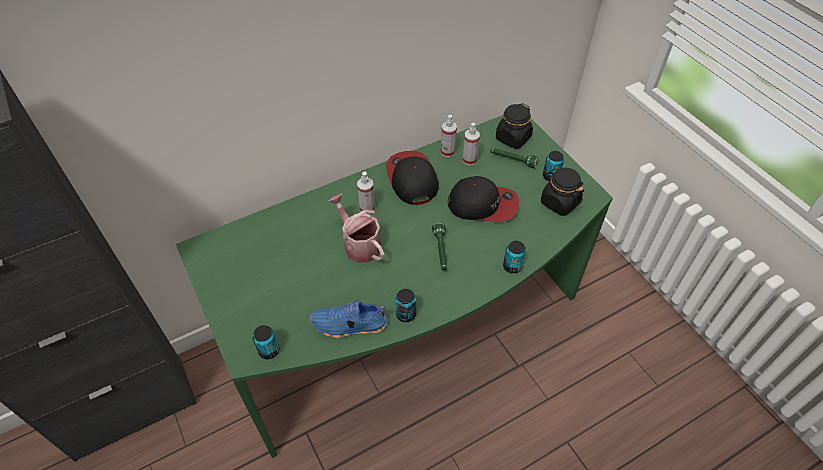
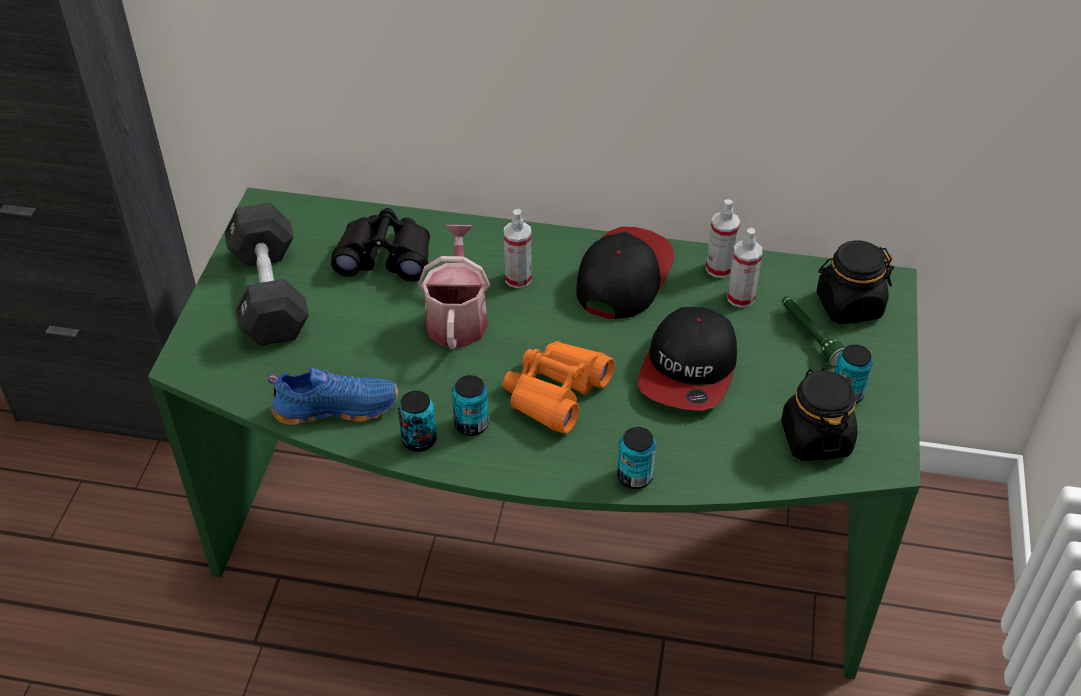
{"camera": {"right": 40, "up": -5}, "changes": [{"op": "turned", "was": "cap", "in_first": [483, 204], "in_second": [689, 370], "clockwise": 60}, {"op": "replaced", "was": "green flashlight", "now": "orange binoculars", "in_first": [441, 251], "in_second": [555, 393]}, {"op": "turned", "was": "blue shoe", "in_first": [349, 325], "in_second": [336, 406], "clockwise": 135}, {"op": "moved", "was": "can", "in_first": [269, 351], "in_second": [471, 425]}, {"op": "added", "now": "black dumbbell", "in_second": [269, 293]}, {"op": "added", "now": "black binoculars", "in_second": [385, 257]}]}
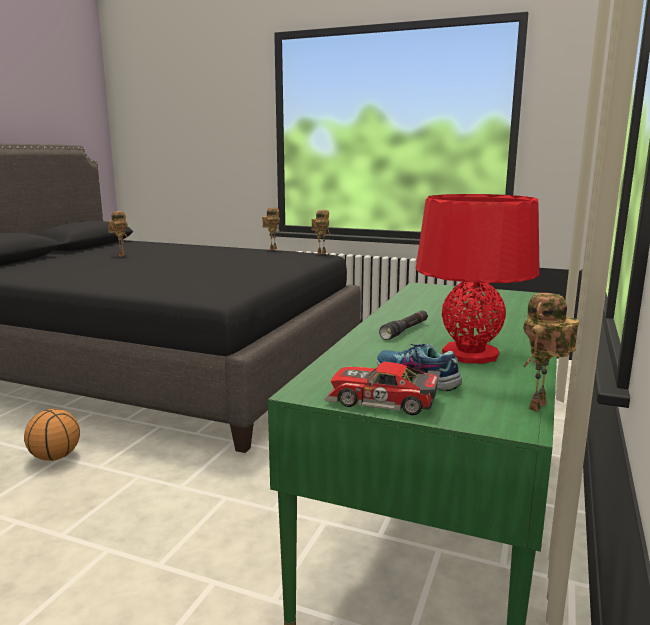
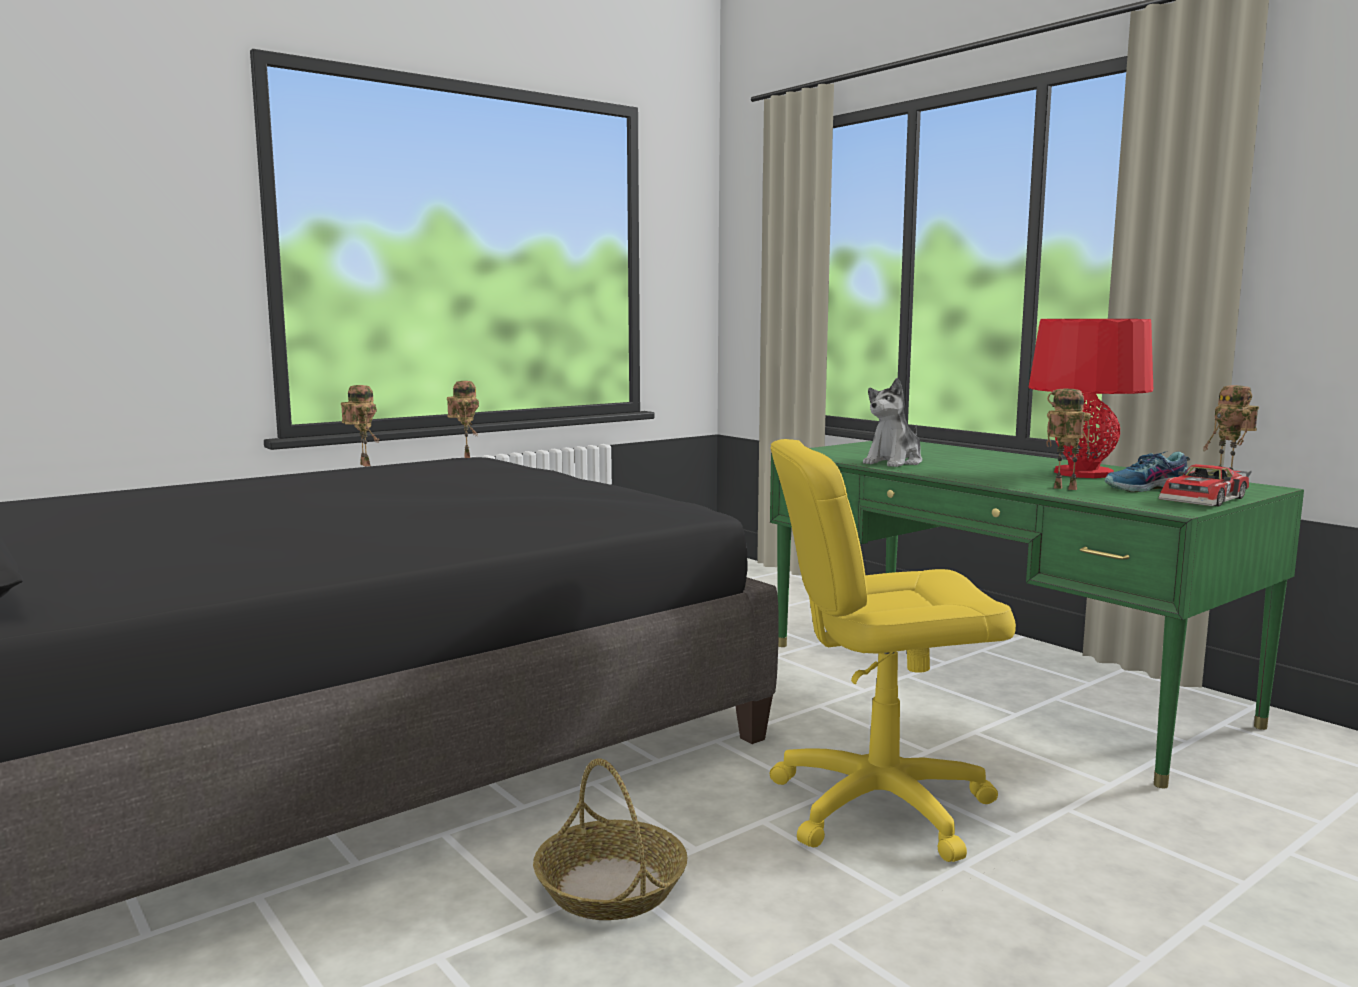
{"camera": {"right": -60, "up": -5}, "changes": [{"op": "moved", "was": "toy robot", "in_first": [121, 255], "in_second": [1062, 488]}, {"op": "removed", "was": "black flashlight", "in_first": [405, 330]}, {"op": "replaced", "was": "basketball", "now": "basket", "in_first": [55, 457], "in_second": [610, 887]}, {"op": "added", "now": "plush toy", "in_second": [894, 462]}, {"op": "added", "now": "yellow office chair", "in_second": [880, 805]}]}
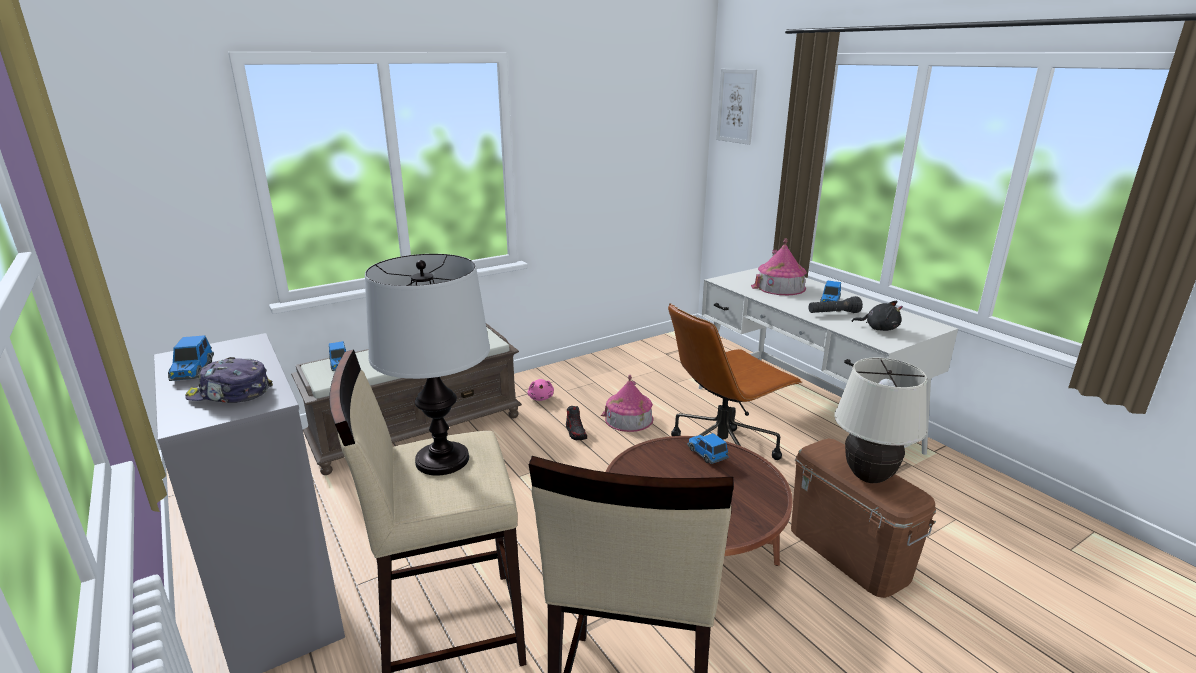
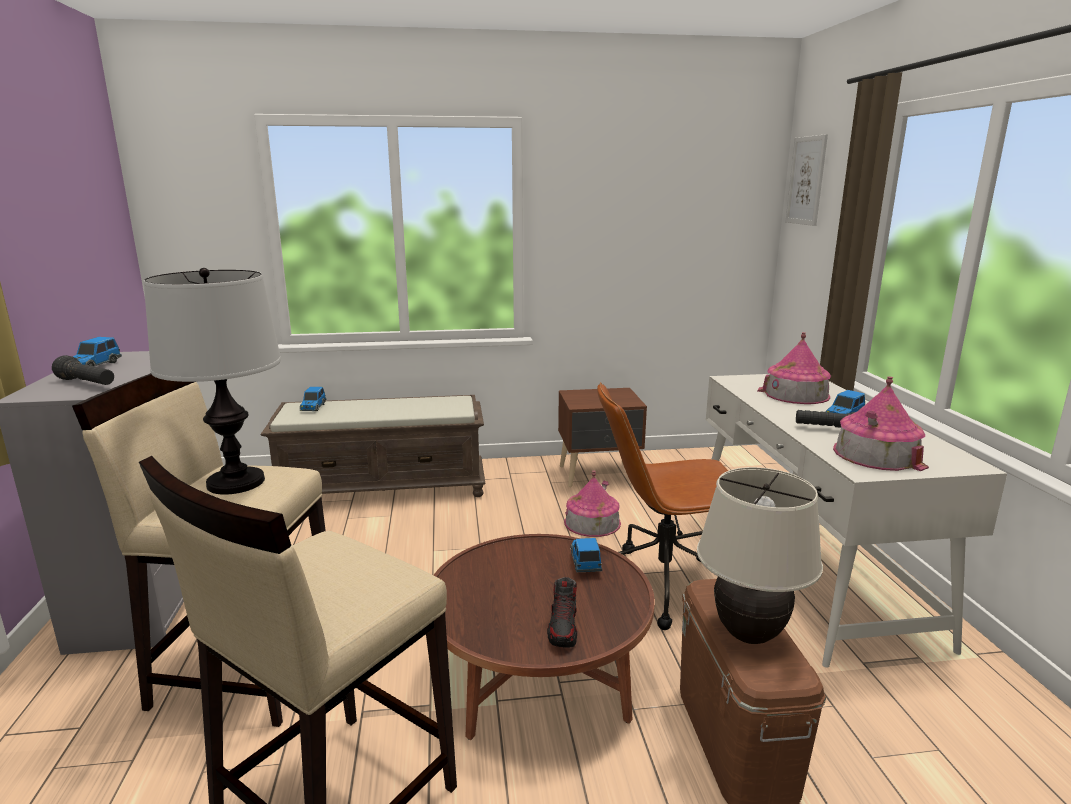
{"camera": {"right": 25, "up": -5}, "changes": [{"op": "replaced", "was": "black plush toy", "now": "toy house", "in_first": [879, 328], "in_second": [877, 454]}, {"op": "replaced", "was": "cap", "now": "black flashlight", "in_first": [230, 394], "in_second": [87, 383]}, {"op": "removed", "was": "pink plush toy", "in_first": [541, 398]}, {"op": "moved", "was": "shoe", "in_first": [576, 432], "in_second": [563, 628]}, {"op": "added", "now": "brown nightstand", "in_second": [599, 475]}]}
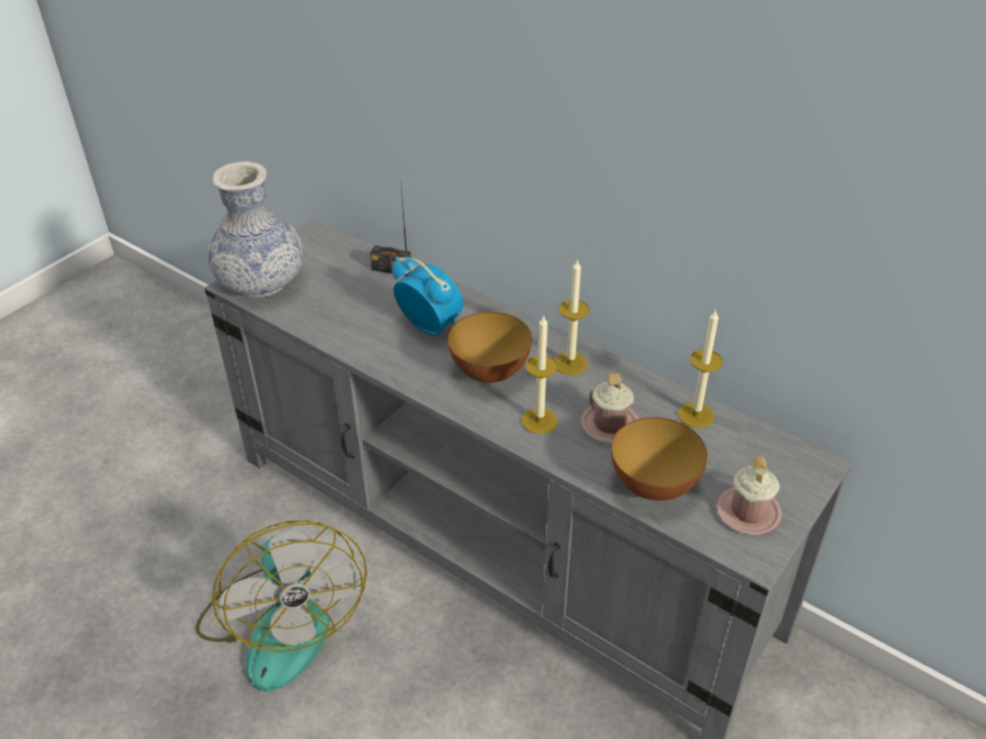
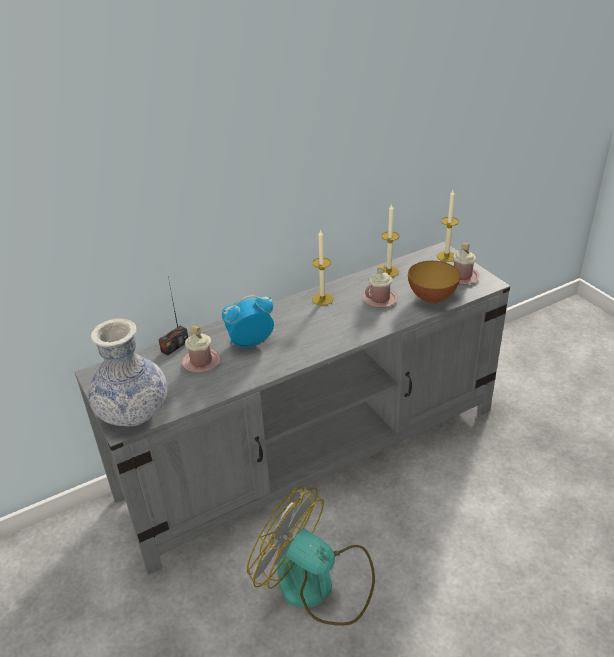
{"camera": {"right": -65, "up": -5}, "changes": [{"op": "removed", "was": "bowl", "in_first": [490, 373]}, {"op": "moved", "was": "candle", "in_first": [539, 421], "in_second": [446, 256]}, {"op": "turned", "was": "fan", "in_first": [282, 623], "in_second": [317, 584], "clockwise": -150}, {"op": "added", "now": "pink mug", "in_second": [201, 362]}]}
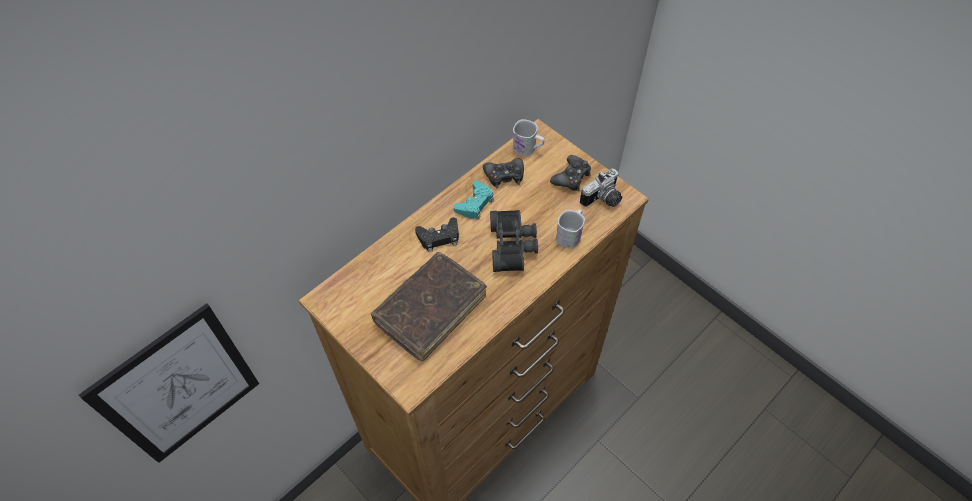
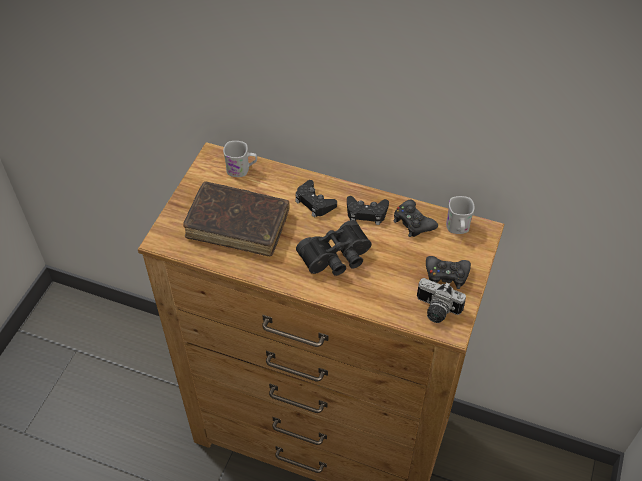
{"camera": {"right": 65, "up": -5}, "changes": [{"op": "recoloured", "was": "turquoise game controller", "now": "black game controller", "in_first": [475, 204], "in_second": [366, 213]}, {"op": "moved", "was": "white mug", "in_first": [570, 235], "in_second": [242, 169]}, {"op": "removed", "was": "picture", "in_first": [180, 387]}]}
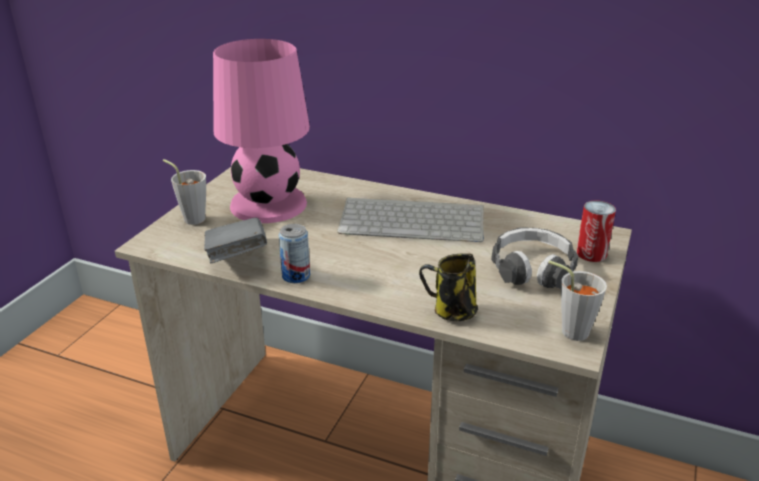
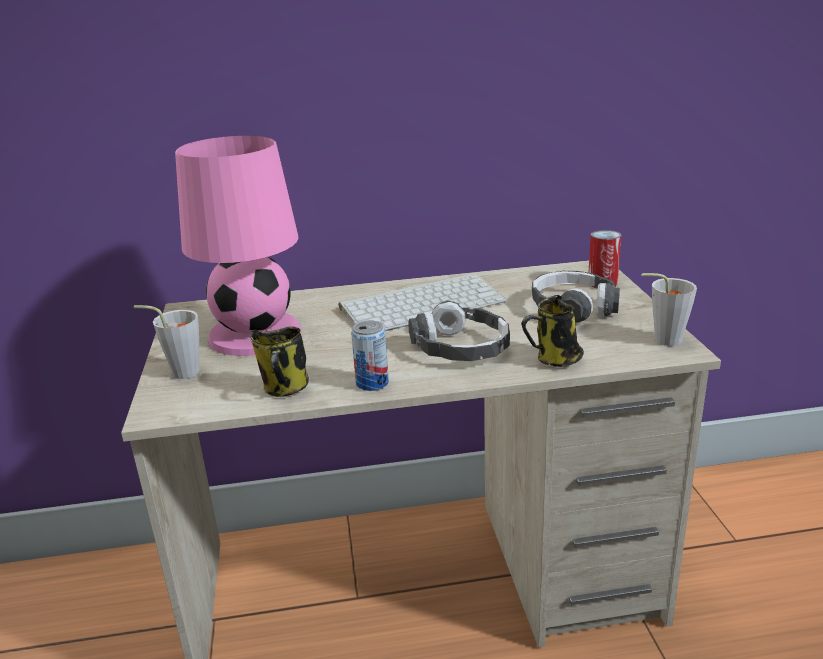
{"camera": {"right": -30, "up": -5}, "changes": [{"op": "replaced", "was": "grey book", "now": "mug", "in_first": [237, 257], "in_second": [285, 389]}, {"op": "added", "now": "headphones", "in_second": [461, 348]}]}
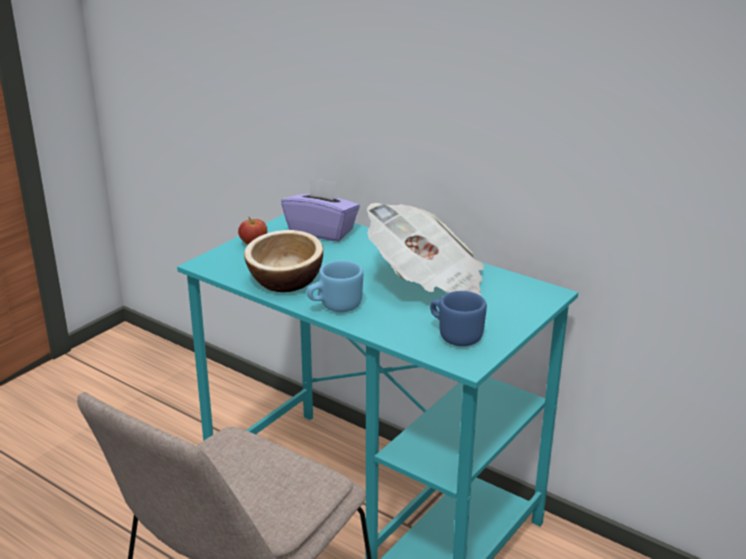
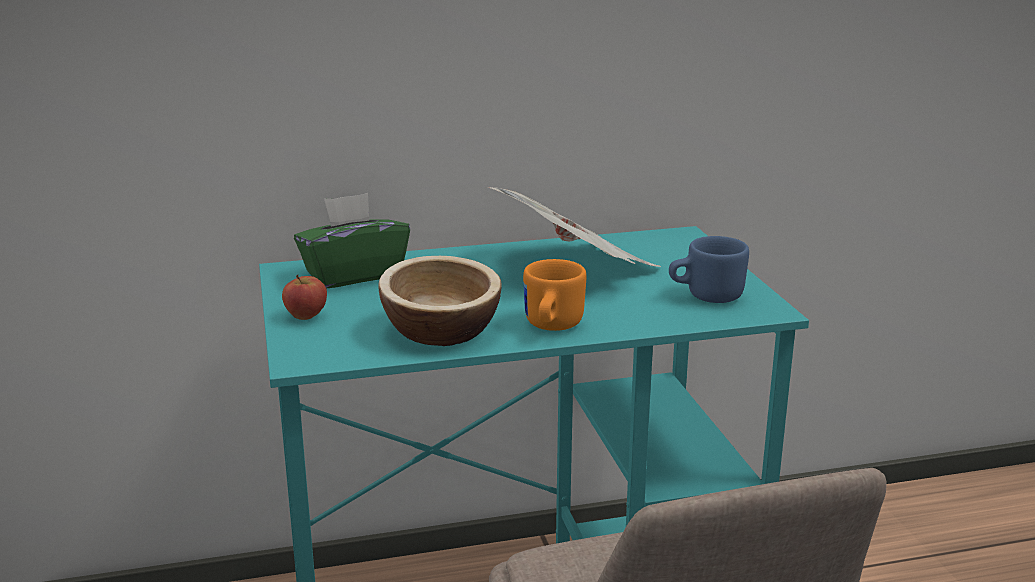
{"camera": {"right": -50, "up": -5}, "changes": [{"op": "recoloured", "was": "purple tissue box", "now": "green tissue box", "in_first": [321, 231], "in_second": [353, 274]}, {"op": "recoloured", "was": "blue mug", "now": "orange mug", "in_first": [334, 306], "in_second": [550, 327]}]}
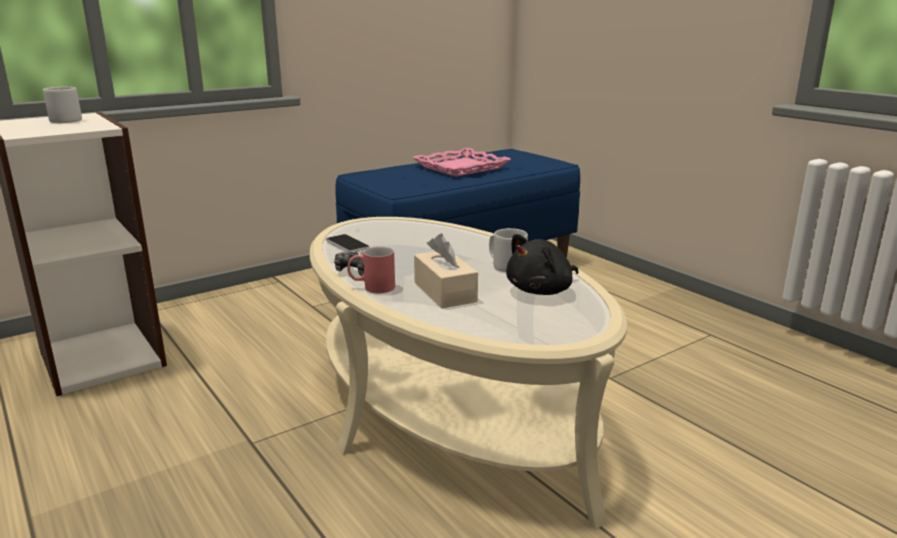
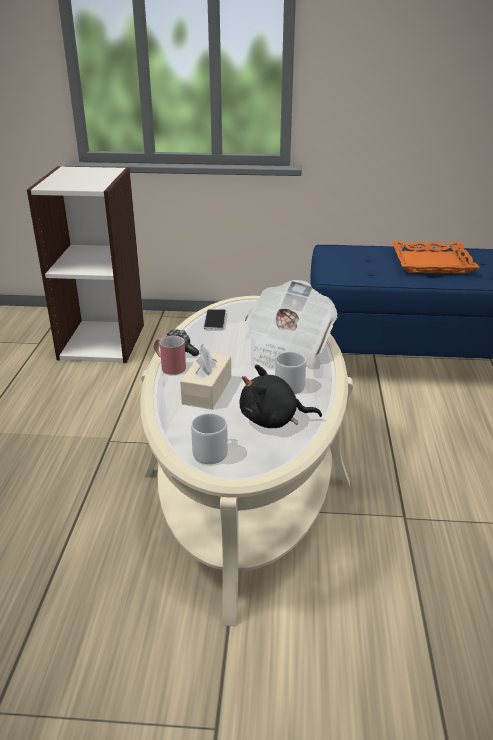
{"camera": {"right": 40, "up": 10}, "changes": [{"op": "moved", "was": "grey mug", "in_first": [66, 120], "in_second": [212, 451]}, {"op": "recoloured", "was": "pink tray", "now": "orange tray", "in_first": [461, 168], "in_second": [431, 263]}, {"op": "added", "now": "newspaper", "in_second": [286, 348]}]}
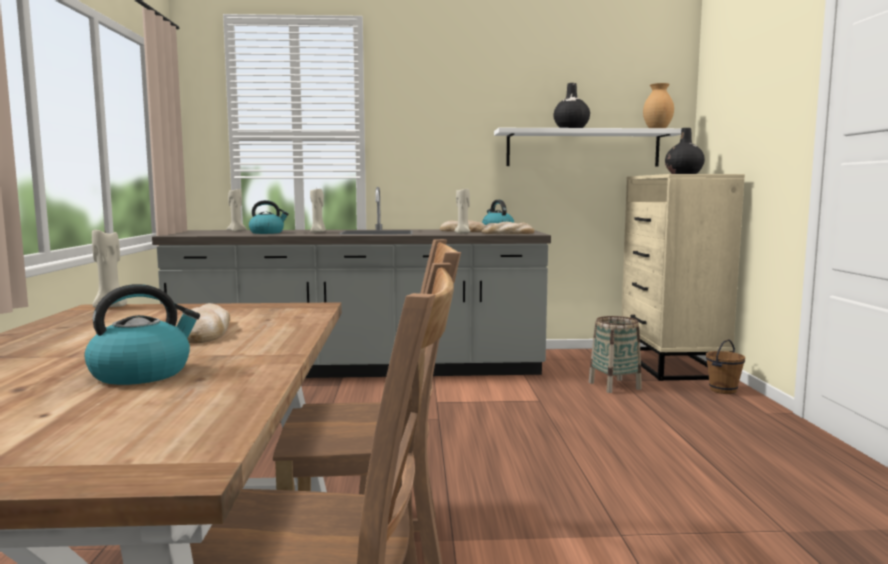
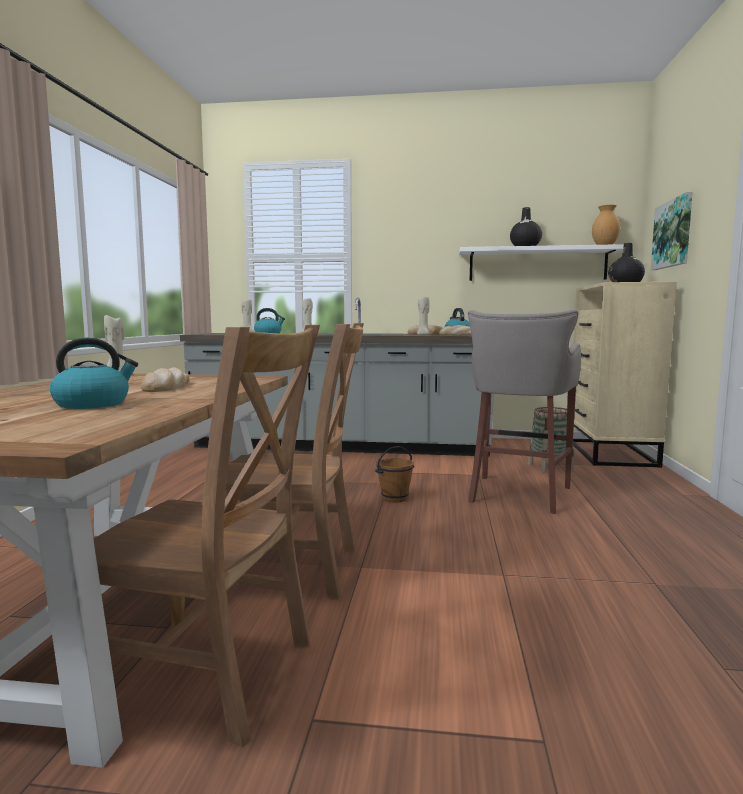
{"camera": {"right": 10, "up": 0}, "changes": [{"op": "moved", "was": "brown bucket", "in_first": [723, 390], "in_second": [395, 498]}, {"op": "added", "now": "picture", "in_second": [673, 233]}, {"op": "added", "now": "grey stool", "in_second": [517, 495]}]}
